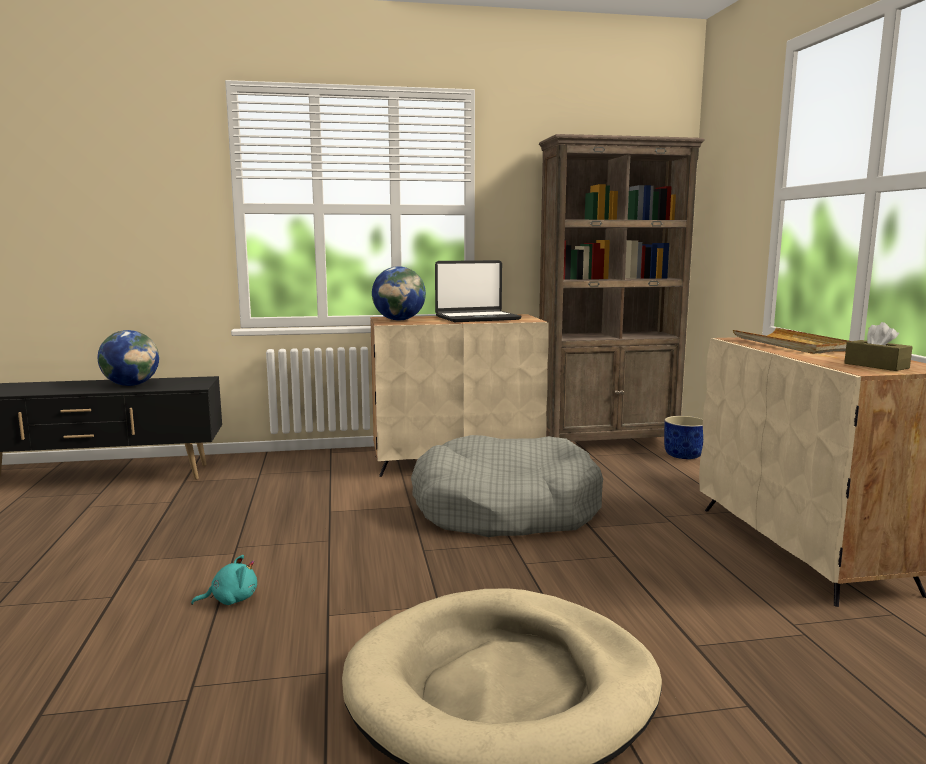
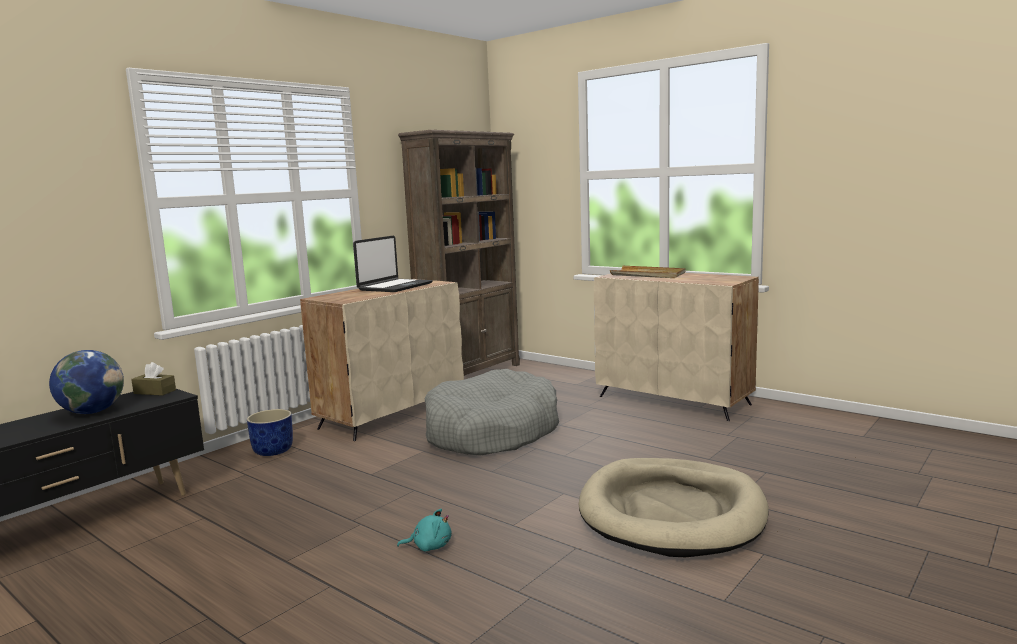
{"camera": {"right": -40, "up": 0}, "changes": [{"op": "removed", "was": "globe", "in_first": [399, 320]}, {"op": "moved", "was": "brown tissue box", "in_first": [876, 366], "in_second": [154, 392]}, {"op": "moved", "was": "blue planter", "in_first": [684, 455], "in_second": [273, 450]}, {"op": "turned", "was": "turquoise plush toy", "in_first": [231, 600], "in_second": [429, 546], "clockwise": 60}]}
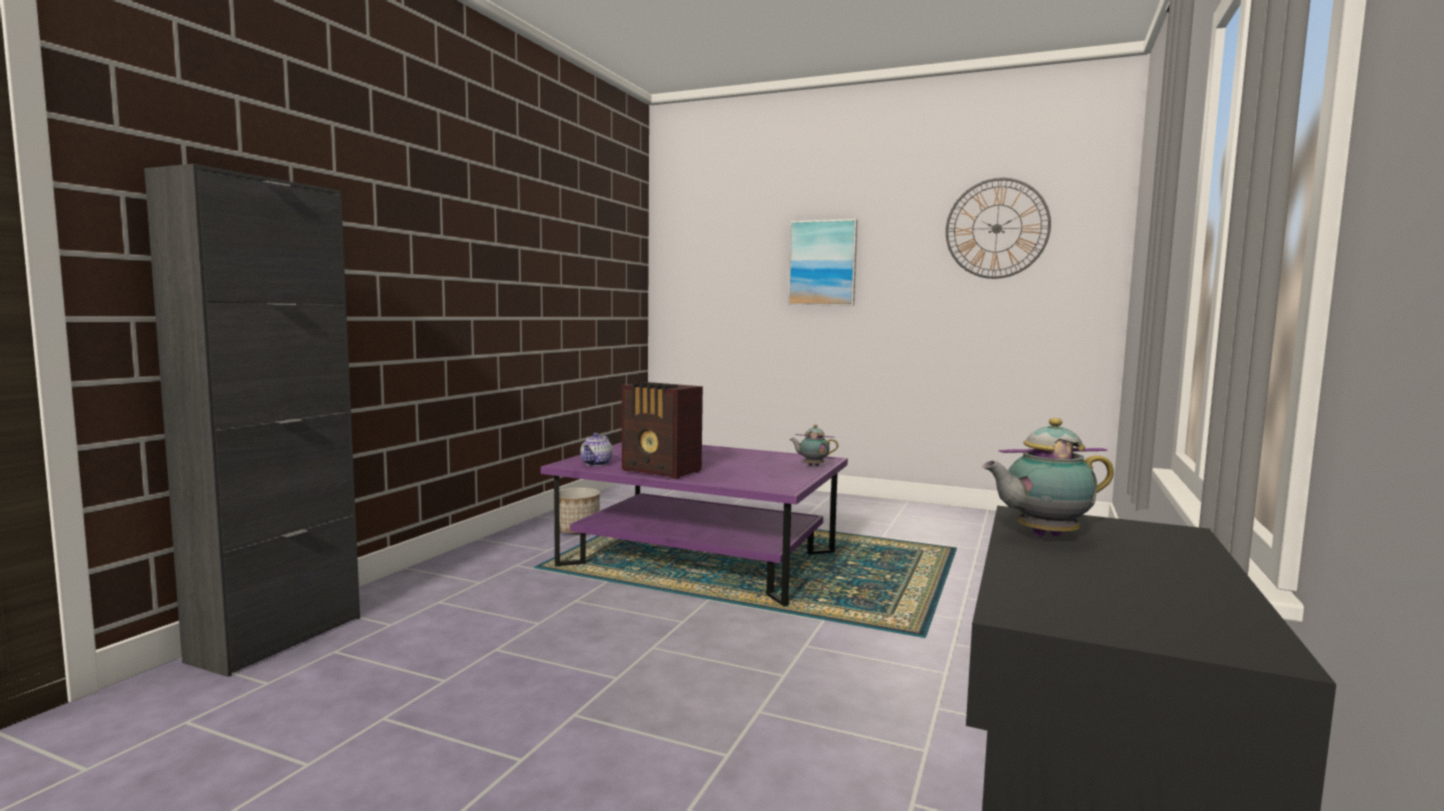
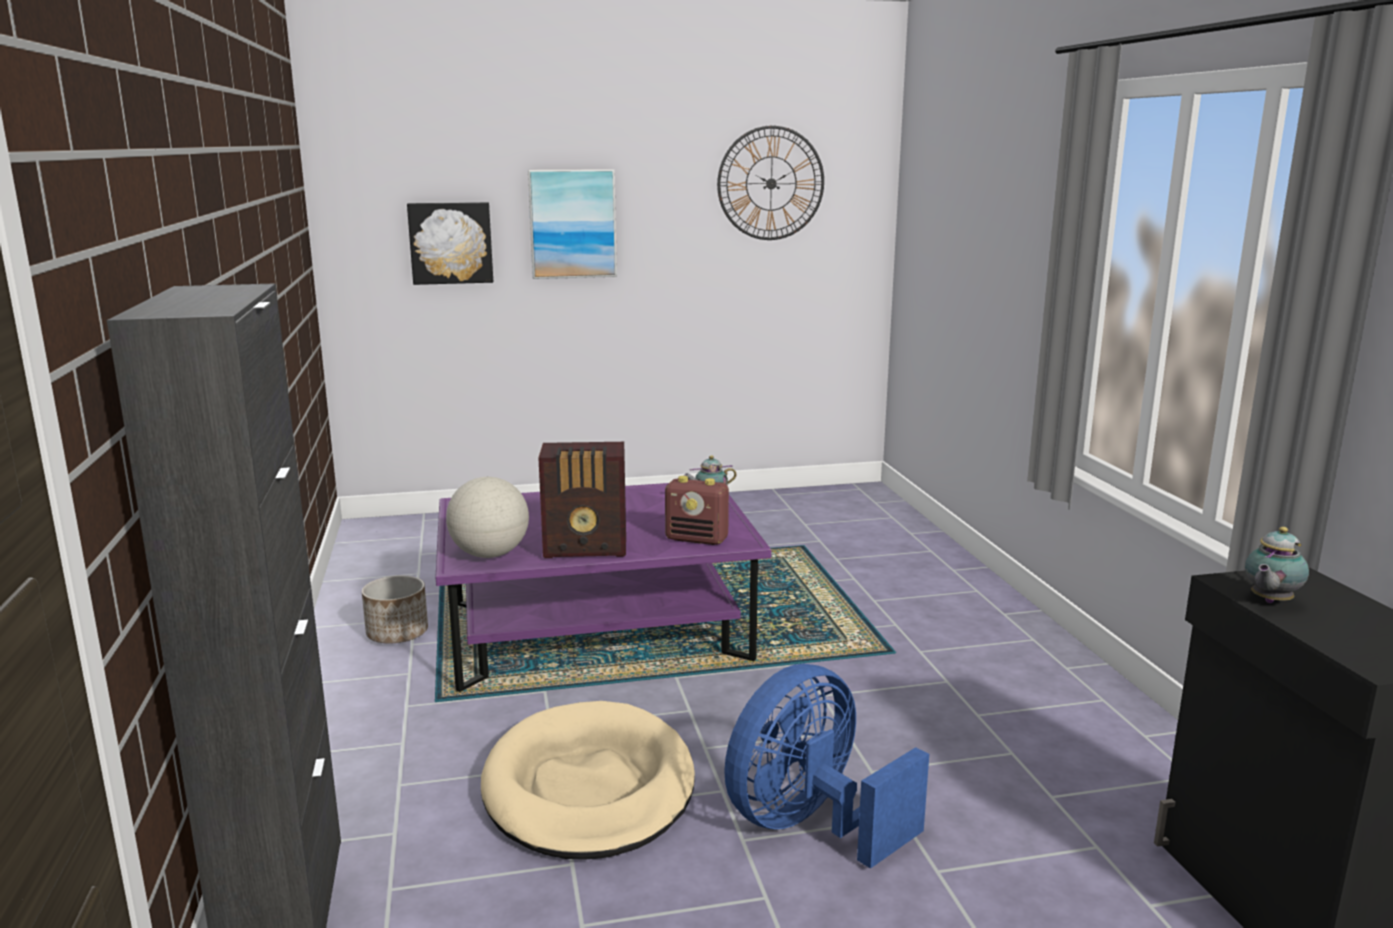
{"camera": {"right": -35, "up": 10}, "changes": [{"op": "replaced", "was": "teapot", "now": "globe", "in_first": [597, 464], "in_second": [490, 554]}, {"op": "added", "now": "picture", "in_second": [451, 243]}, {"op": "added", "now": "radio", "in_second": [697, 539]}, {"op": "added", "now": "blue fan", "in_second": [811, 825]}, {"op": "added", "now": "beige dog bed", "in_second": [589, 788]}]}
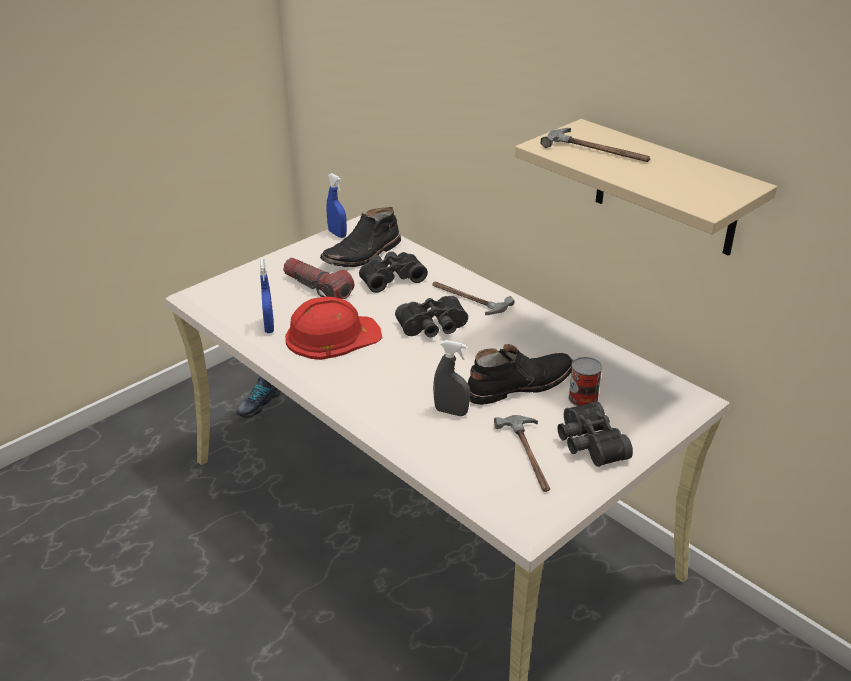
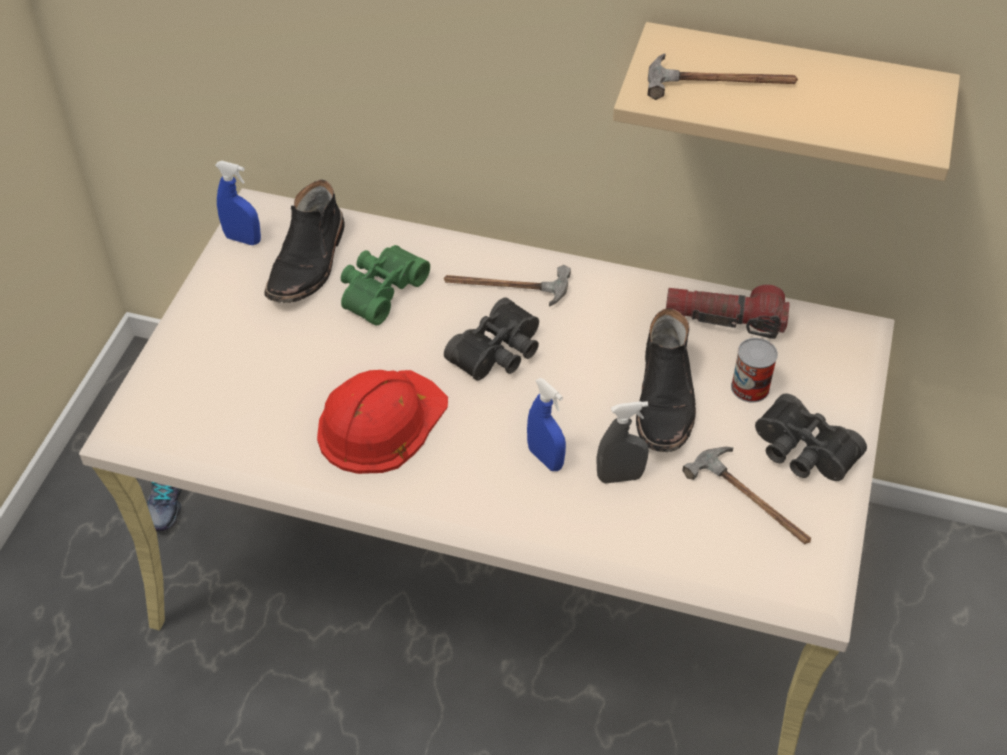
{"camera": {"right": -30, "up": 15}, "changes": [{"op": "recoloured", "was": "black binoculars", "now": "green binoculars", "in_first": [390, 278], "in_second": [379, 290]}, {"op": "moved", "was": "flashlight", "in_first": [318, 288], "in_second": [724, 320]}, {"op": "moved", "was": "blue spray bottle", "in_first": [269, 327], "in_second": [545, 458]}, {"op": "turned", "was": "black boot", "in_first": [518, 385], "in_second": [665, 400], "clockwise": 150}]}
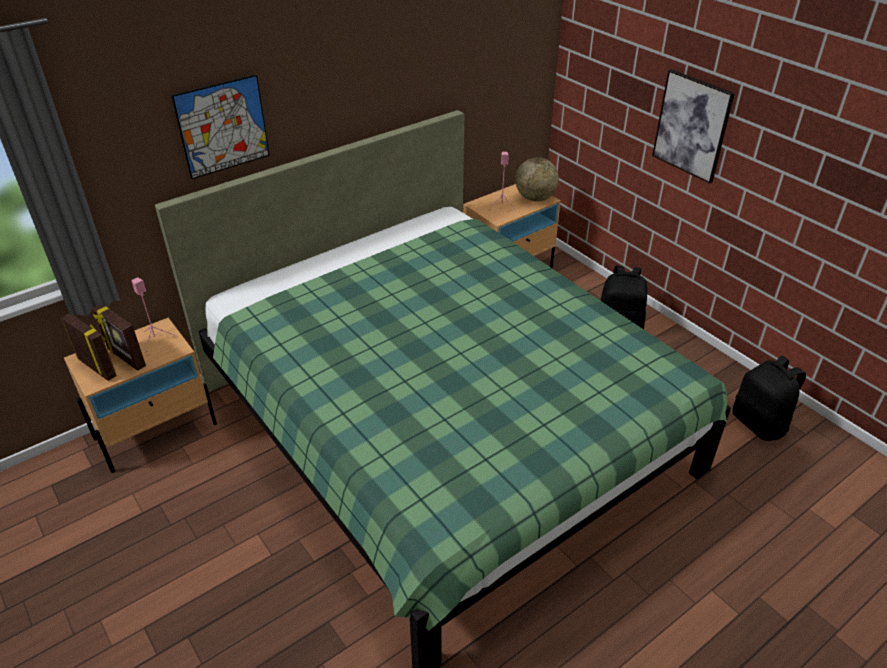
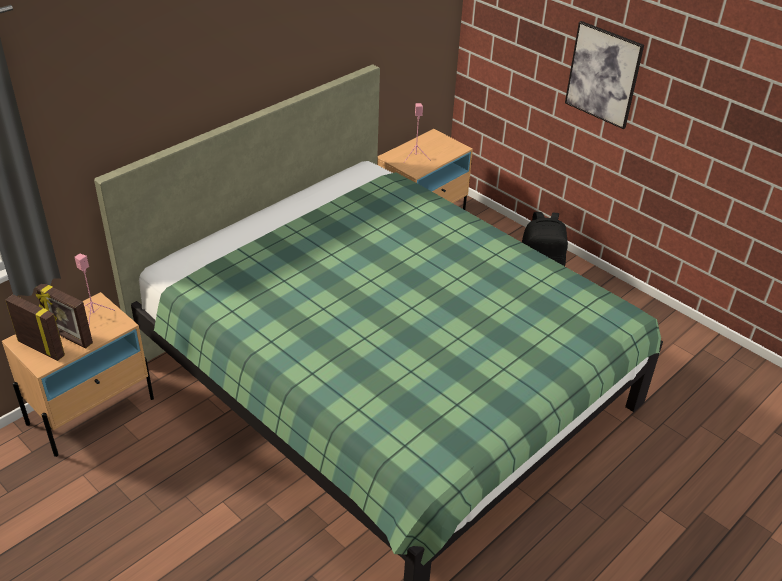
{"camera": {"right": -10, "up": 0}, "changes": [{"op": "removed", "was": "picture", "in_first": [223, 126]}, {"op": "removed", "was": "globe", "in_first": [535, 198]}, {"op": "removed", "was": "black backpack", "in_first": [760, 423]}]}
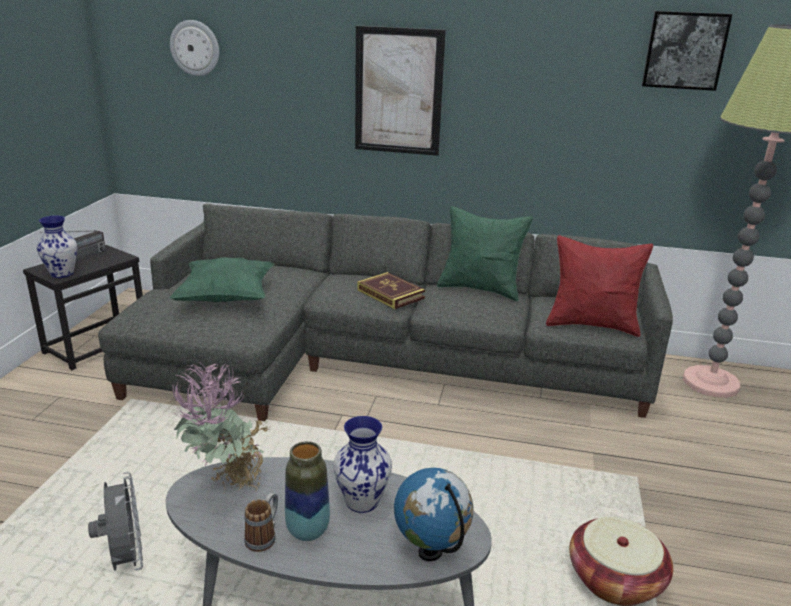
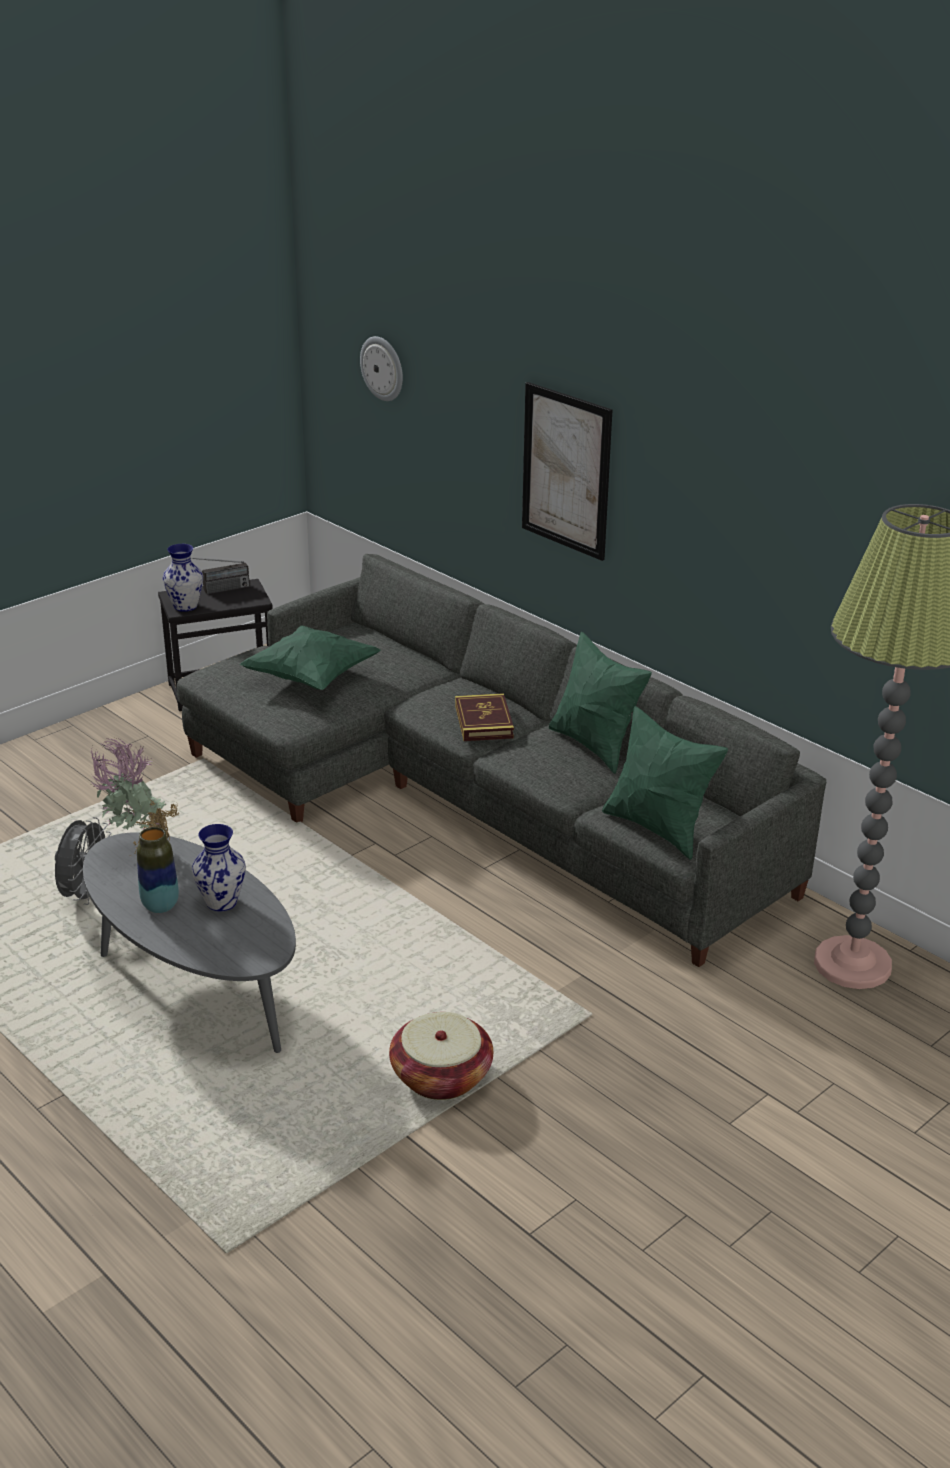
{"camera": {"right": 35, "up": 5}, "changes": [{"op": "removed", "was": "picture", "in_first": [684, 50]}, {"op": "recoloured", "was": "red pillow", "now": "green pillow", "in_first": [592, 324], "in_second": [658, 828]}, {"op": "removed", "was": "globe", "in_first": [431, 552]}, {"op": "removed", "was": "mug", "in_first": [264, 536]}]}
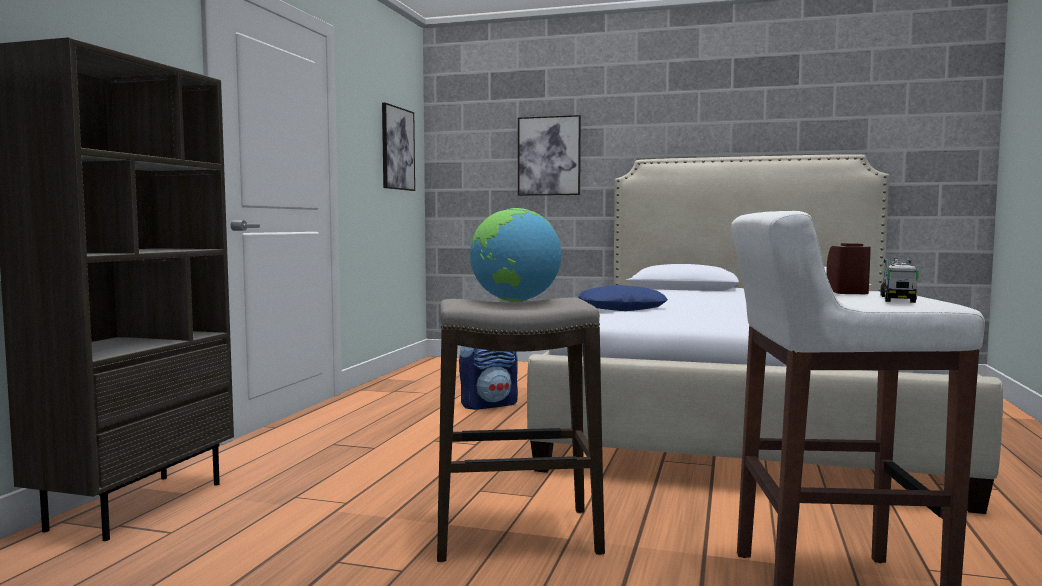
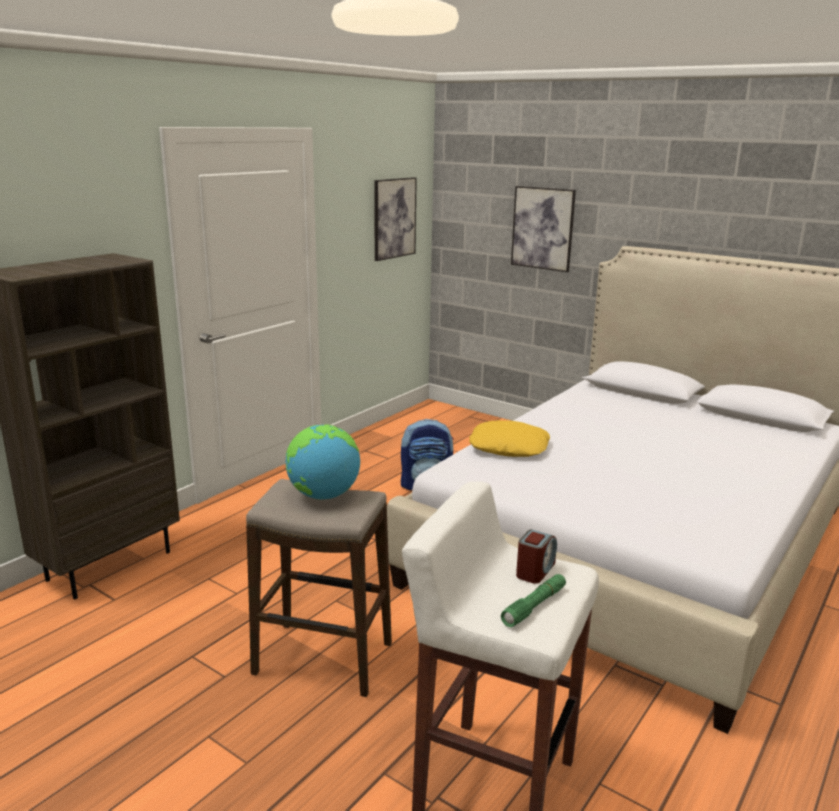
{"camera": {"right": 20, "up": 15}, "changes": [{"op": "replaced", "was": "toy truck", "now": "green flashlight", "in_first": [897, 298], "in_second": [534, 606]}, {"op": "recoloured", "was": "blue pillow", "now": "yellow pillow", "in_first": [621, 309], "in_second": [509, 447]}]}
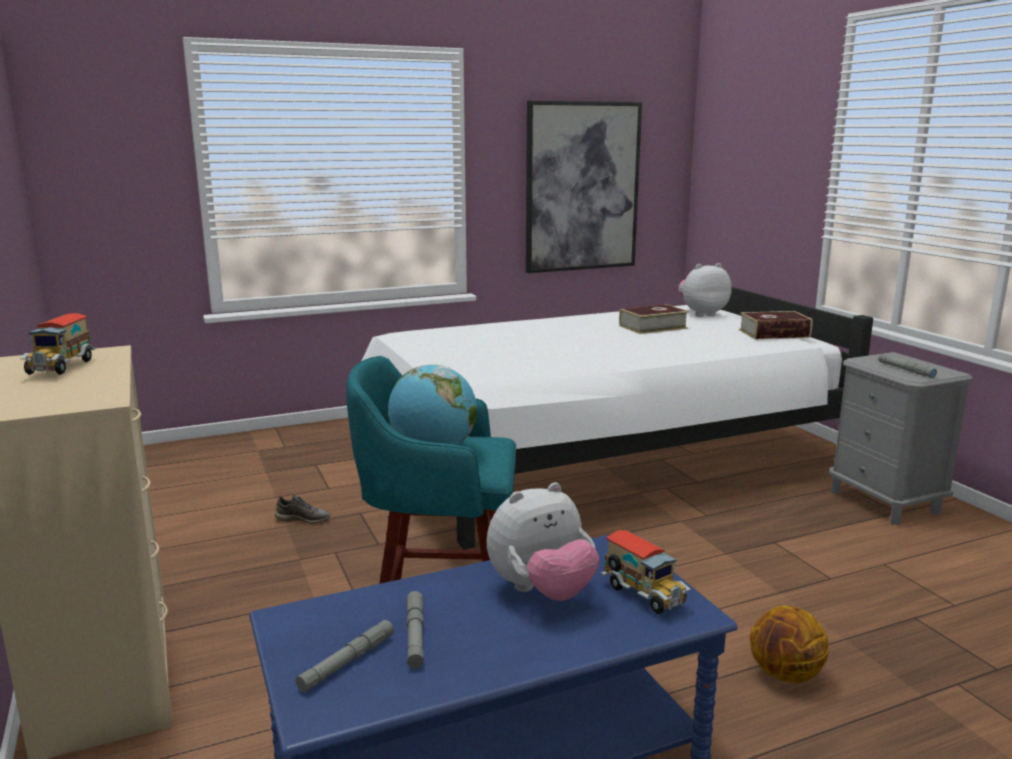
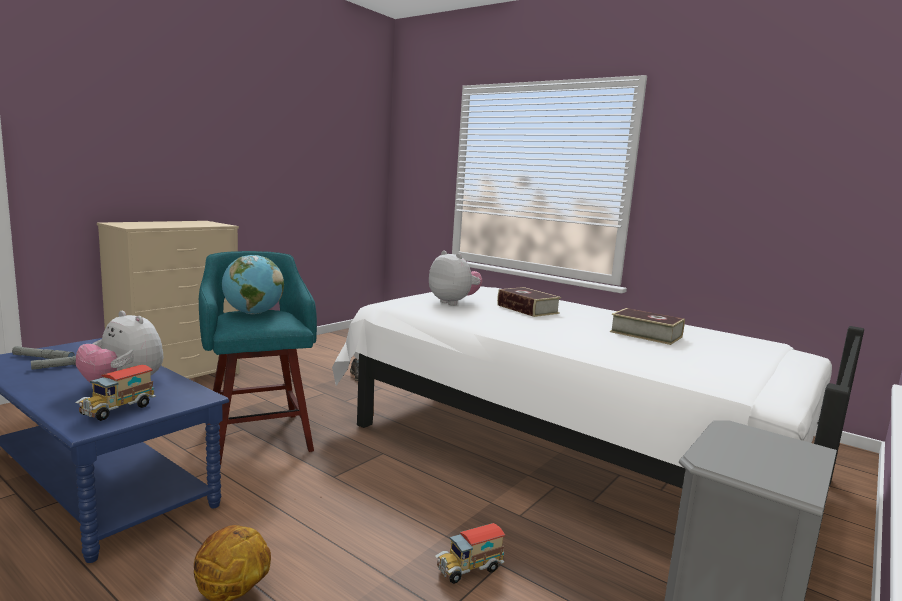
{"camera": {"right": 60, "up": -5}, "changes": [{"op": "removed", "was": "picture", "in_first": [582, 187]}, {"op": "moved", "was": "plush toy", "in_first": [701, 314], "in_second": [453, 302]}, {"op": "moved", "was": "book", "in_first": [774, 333], "in_second": [527, 309]}, {"op": "moved", "was": "toy truck", "in_first": [61, 368], "in_second": [469, 569]}, {"op": "removed", "was": "grey flashlight", "in_first": [905, 370]}]}
